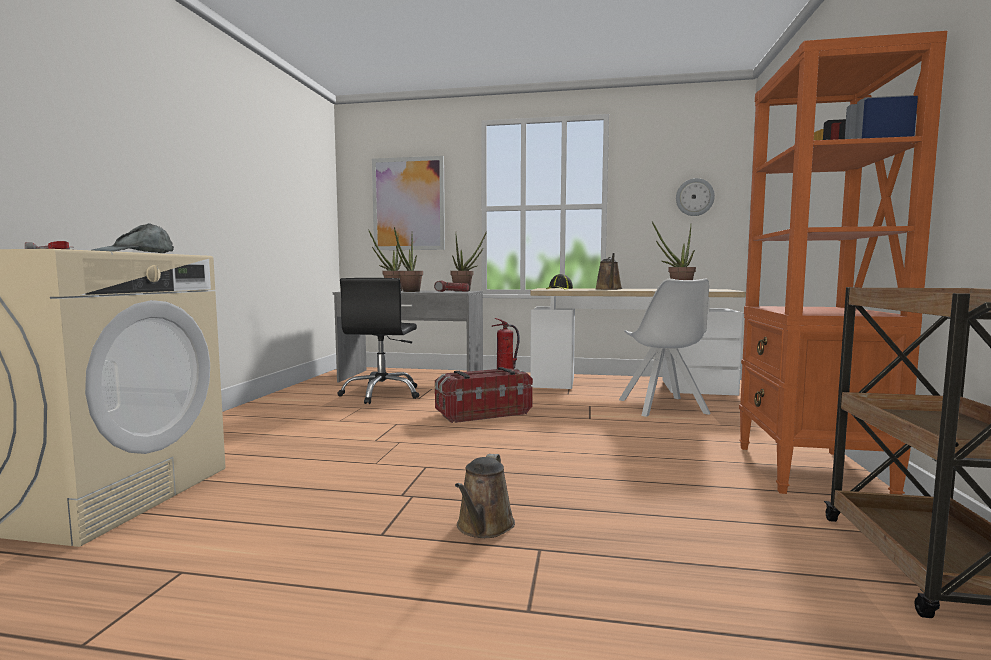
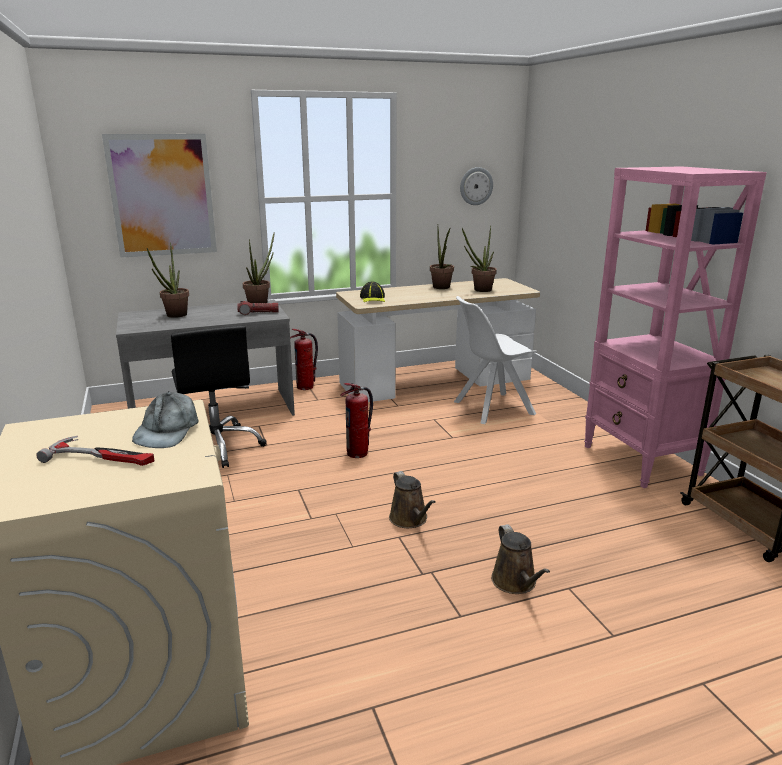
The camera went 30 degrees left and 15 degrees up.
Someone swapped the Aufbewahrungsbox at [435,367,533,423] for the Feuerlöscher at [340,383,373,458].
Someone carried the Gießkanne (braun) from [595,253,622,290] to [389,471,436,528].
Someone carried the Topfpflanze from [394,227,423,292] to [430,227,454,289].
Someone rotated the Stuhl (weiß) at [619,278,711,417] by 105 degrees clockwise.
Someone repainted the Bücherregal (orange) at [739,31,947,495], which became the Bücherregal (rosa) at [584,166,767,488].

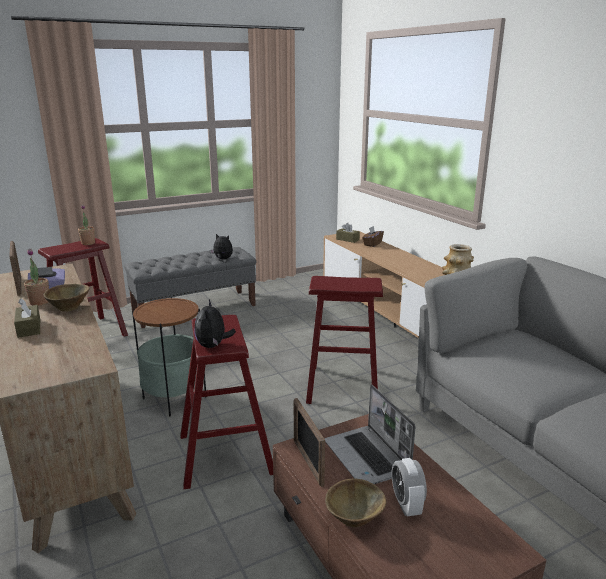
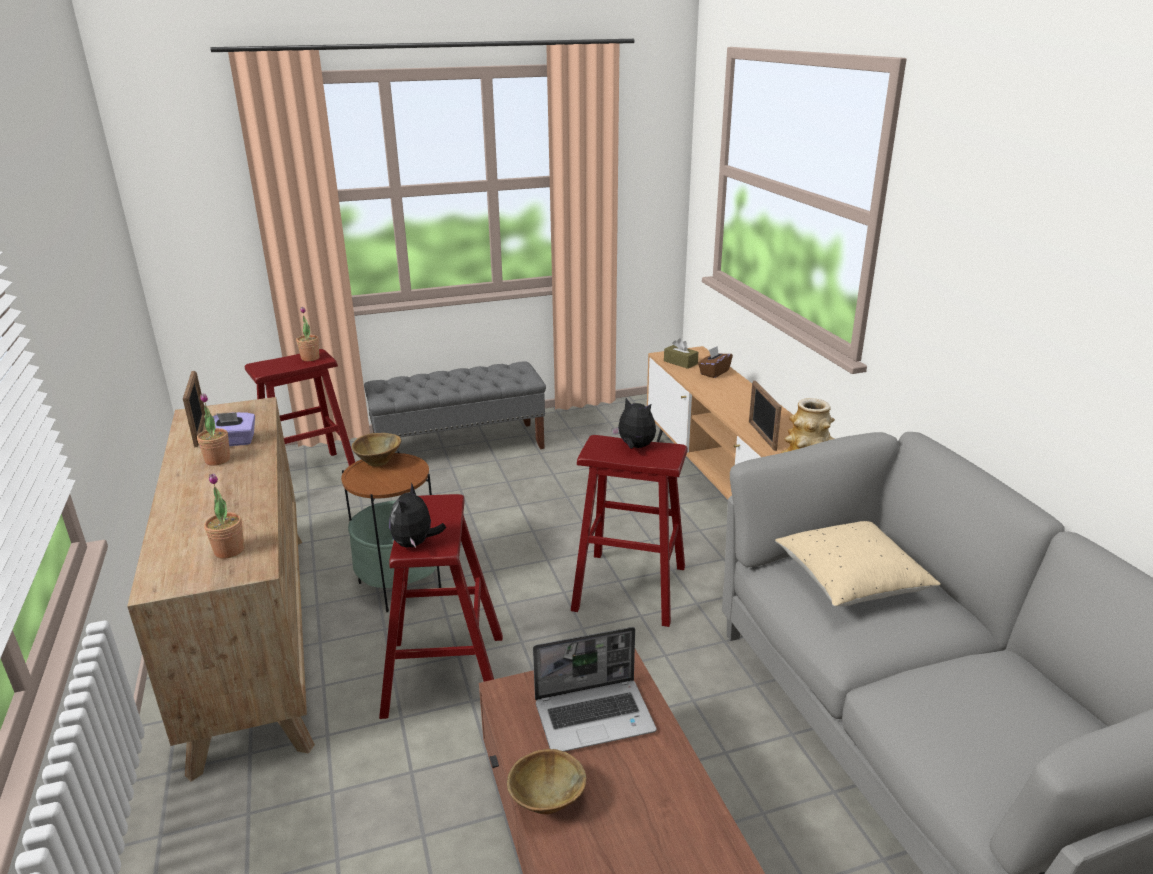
The camera went 10 degrees right and 5 degrees up.
Someone put down the Topfpflanze at [204,473,244,558].
Someone carried the Schüssel (braun) from [44,284,90,312] to [352,433,401,466].
Someone rotated the Laptop at [325,384,415,484] by 90 degrees counterclockwise.
Someone carried the Plüschtier from [210,234,233,259] to [612,398,656,449].
Someone carried the Bilderrahmen from [294,398,325,487] to [749,381,782,451].
Someone put down the Kissen (beige) at [775,521,941,607].
Someone took away the Taschentuchbox (braun) at [14,298,40,338].
Someone took away the Wecker at [392,458,427,516].

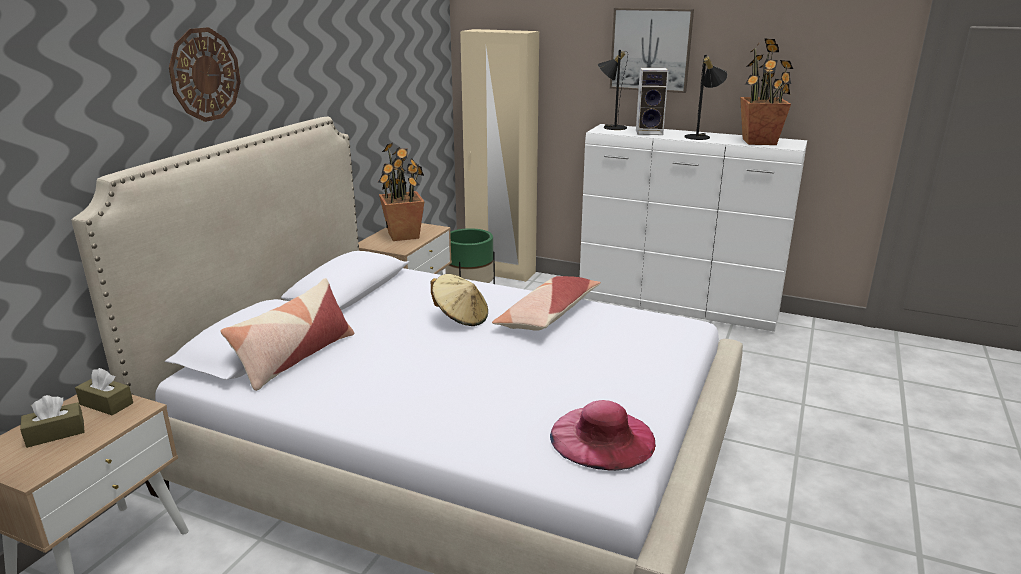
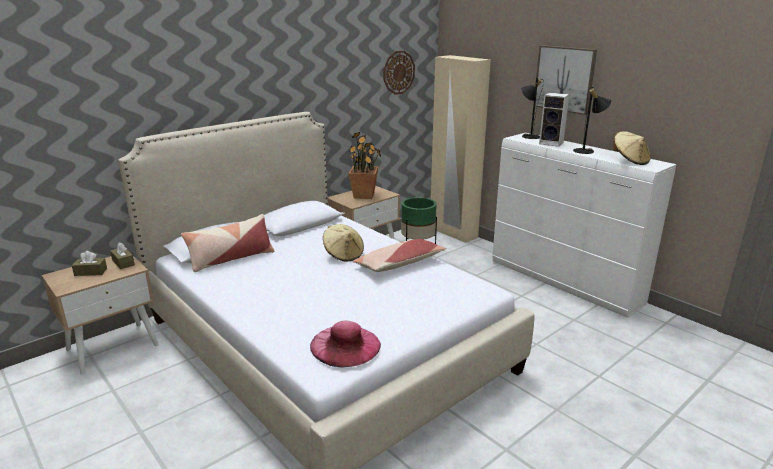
The camera went 25 degrees right and 0 degrees up.
Someone carried the Wanduhr from [169,27,241,122] to [384,51,415,95].
Someone swapped the Topfpflanze at [740,38,793,145] for the Hut (beige) at [613,131,651,165].

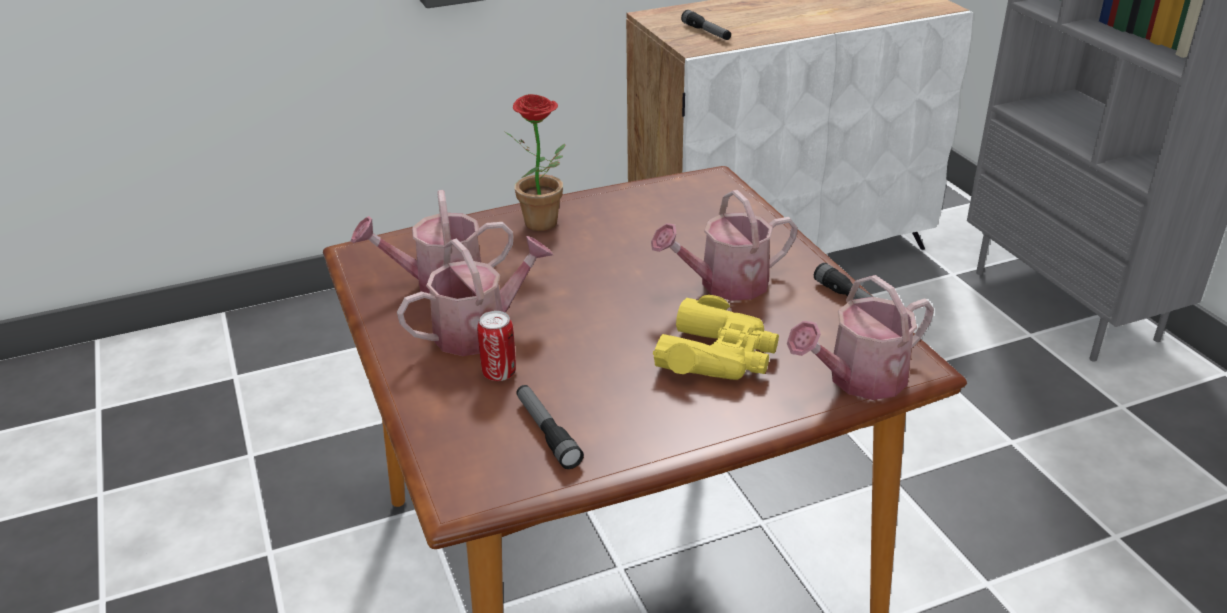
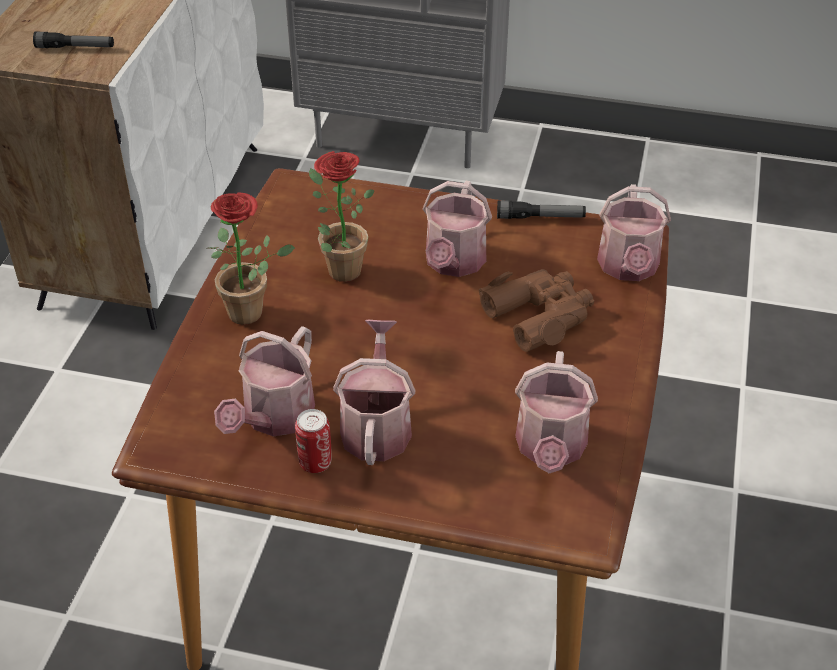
The camera went 55 degrees left and 10 degrees up.
Someone carried the Dose from [477,311,516,381] to [295,409,332,473].
Someone put down the Topfpflanze at [309,151,375,282].
Someone repainted the Fernglas (gelb) at [653,295,779,380], which became the Fernglas (braun) at [479,269,594,352].
Someone swapped the Taschenlampe at [516,385,584,469] for the Gießkanne at [515,351,598,473].

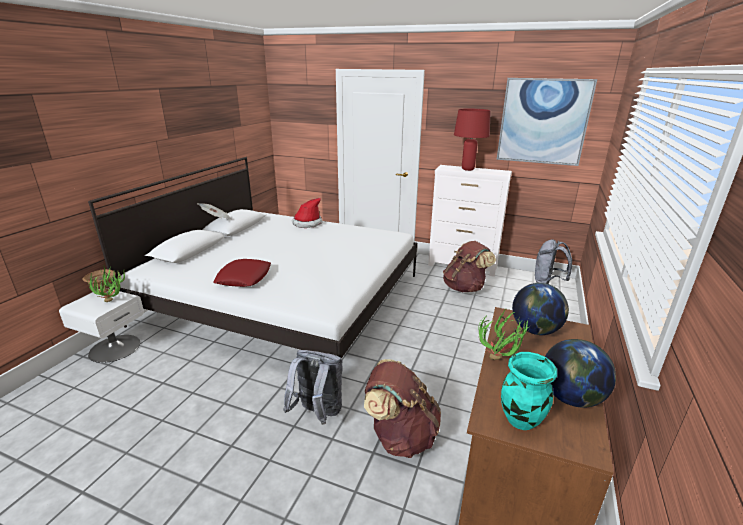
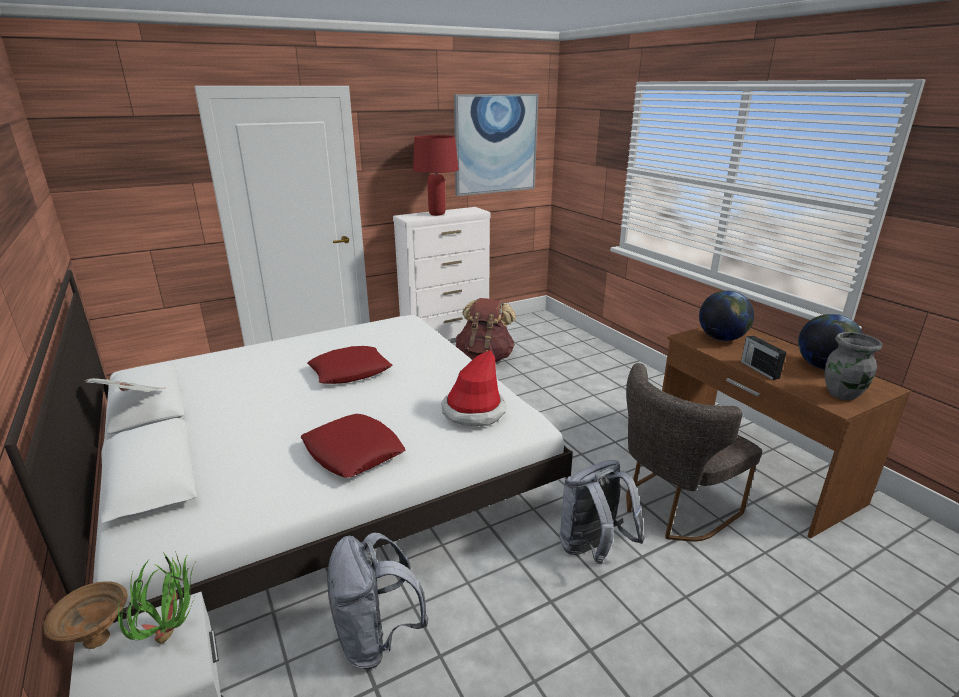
The camera went 50 degrees left and 0 degrees up.
Someone put down the Kissen (rot) at [307,346,392,384].
Someone carried the Rucksack (grau) from [535,240,572,284] to [327,532,428,669].
Someone carried the Hut from [291,198,323,228] to [442,350,507,426].
Someone swapped the Rucksack (braun) at [364,359,441,458] for the Stuhl (grau) at [626,363,762,542].
Someone swapped the Topfpflanze at [478,307,529,360] for the Radio at [741,336,786,380].
Someone repainted the Vase (türkis) at [501,352,557,430], which became the Vase (grau) at [824,332,882,400].

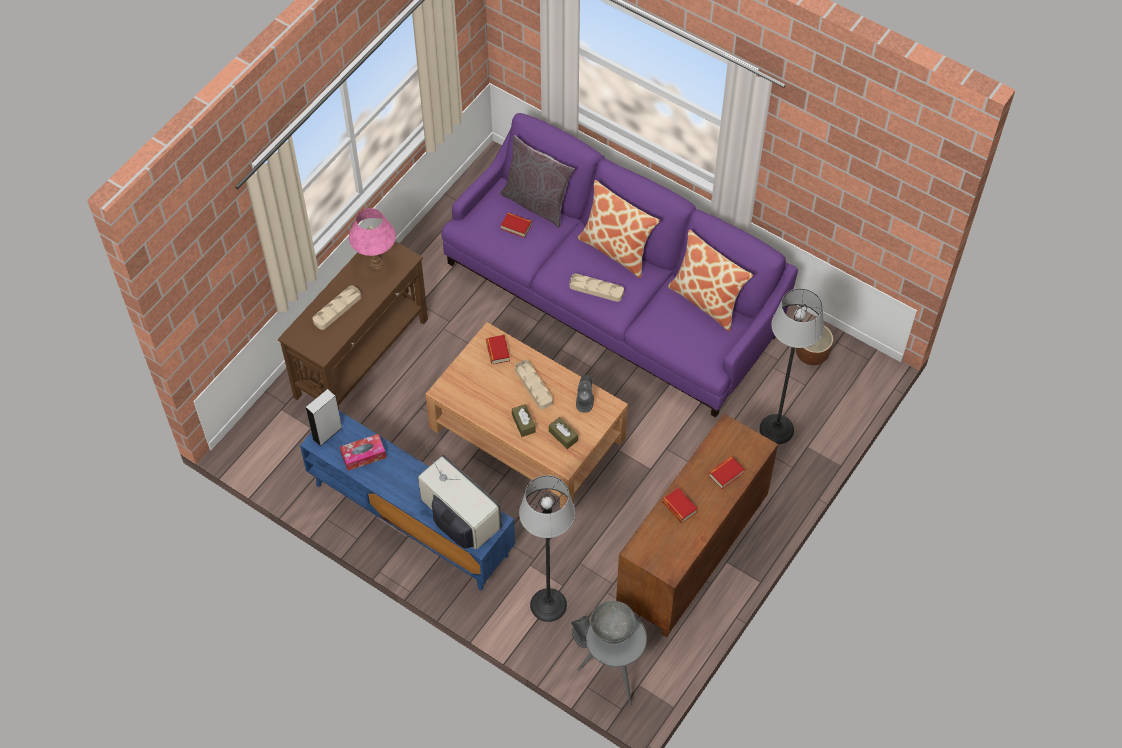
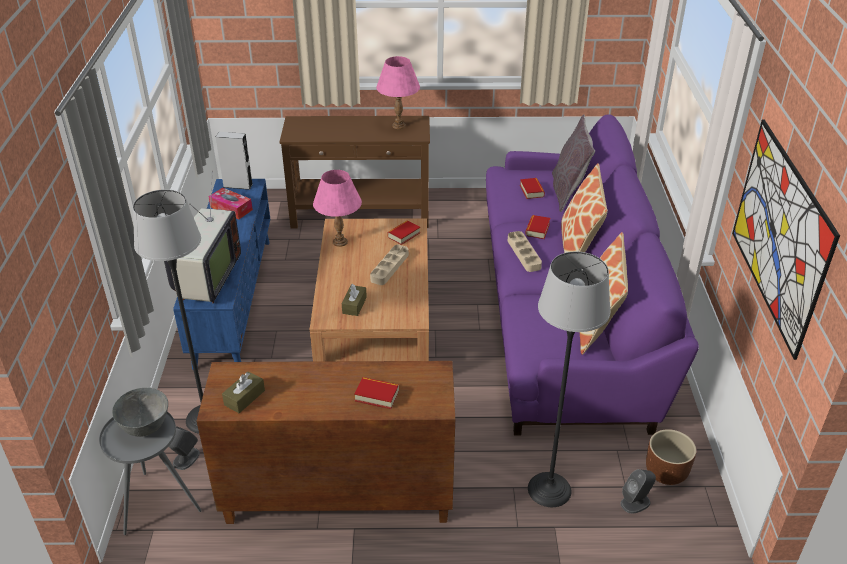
The camera went 55 degrees right and 20 degrees down.
Someone carried the Taschentuchbox (braun) from [512,404,536,437] to [222,371,265,413].
Someone put down the Tischlampe (rosa) at [313,170,362,247].
Someone carried the Buch from [662,488,697,523] to [525,215,550,239].
Someone carried the Lautsprecher (grau) from [576,375,594,413] to [620,469,656,514].
Someone put up the Bild at [732,119,840,360].
Someone took away the Tablett (beige) at [313,285,361,330].

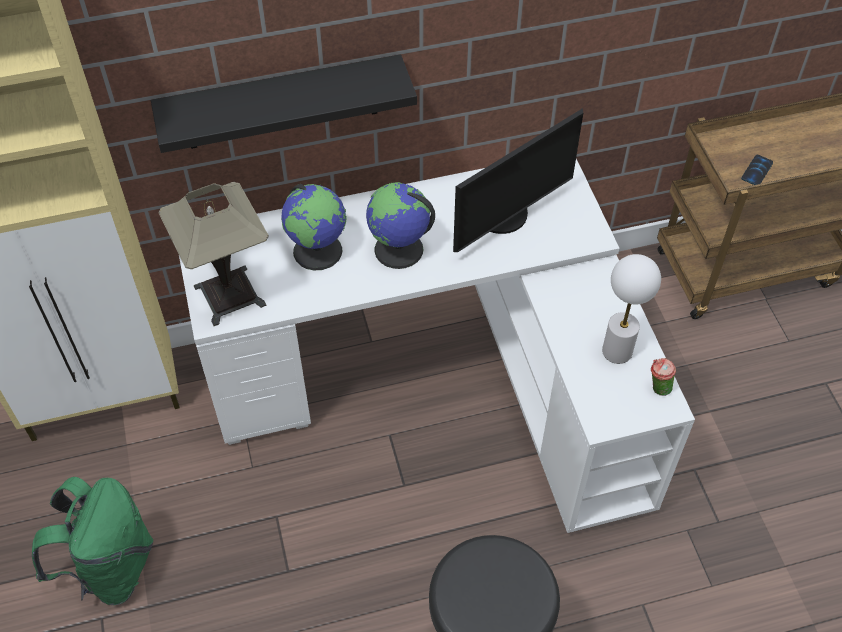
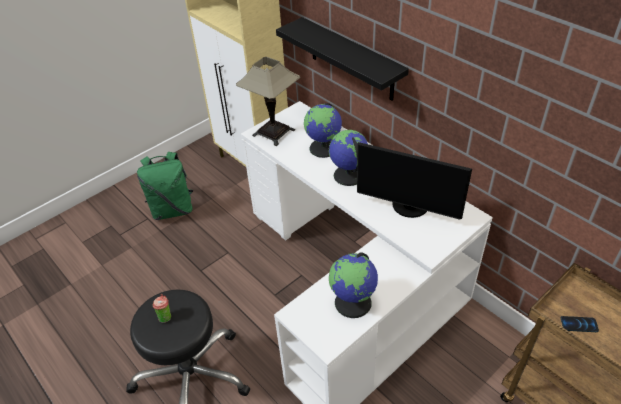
The camera went 65 degrees right and 10 degrees down.
Someone carried the Tasse from [651,358,676,396] to [153,294,171,323].
Someone swapped the Tischlampe (weiß) at [602,254,661,364] for the Globus at [329,253,378,318].

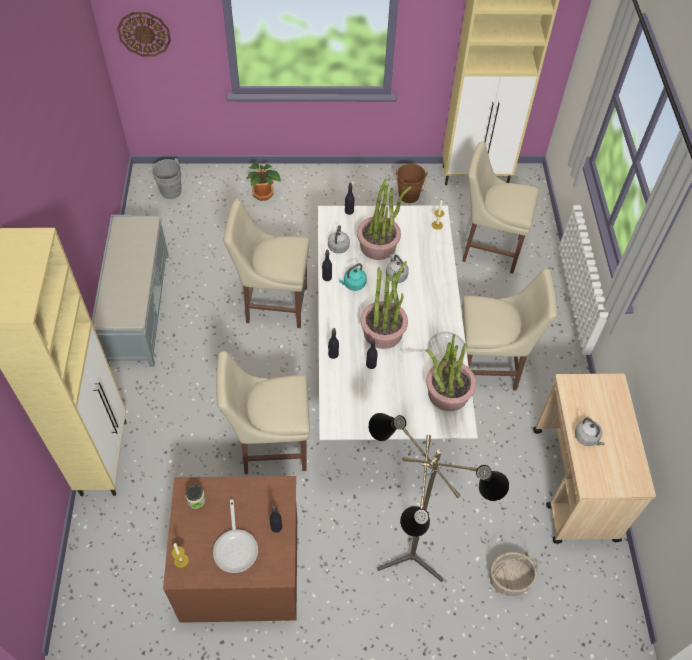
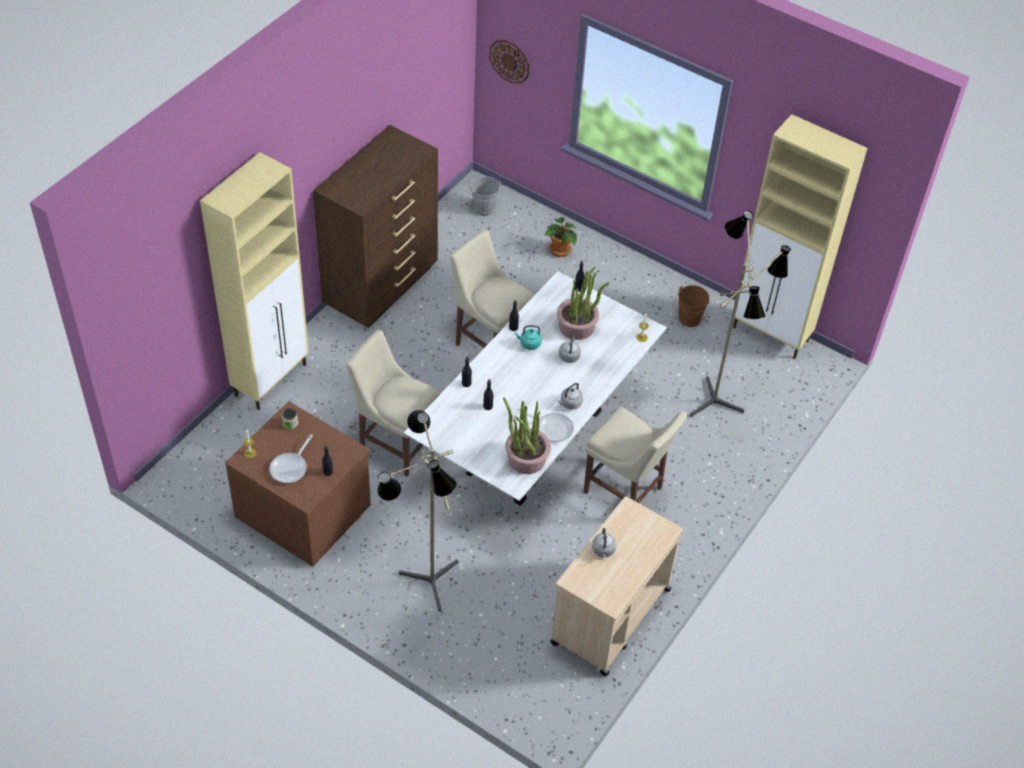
The camera went 35 degrees right and 5 degrees down.
Someone swapped the Bank (grau) at [92,215,169,367] for the Kommode (braun) at [313,125,438,328].
Someone carried the Wasserkessel (grau) from [328,225,350,253] to [557,383,583,410].
Someone swapped the Stuhl (beige) at [462,141,539,274] for the Stehlampe at [690,211,791,417].
Someone took away the Topfpflanze at [360,261,408,349].
Someone took away the Korb at [490,552,538,596].

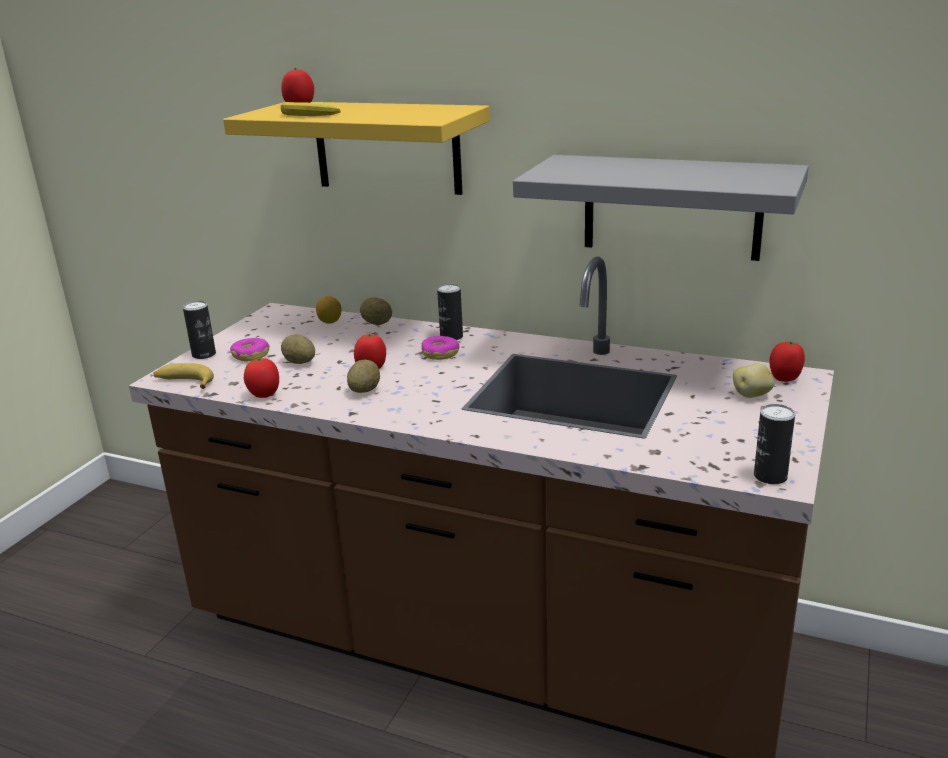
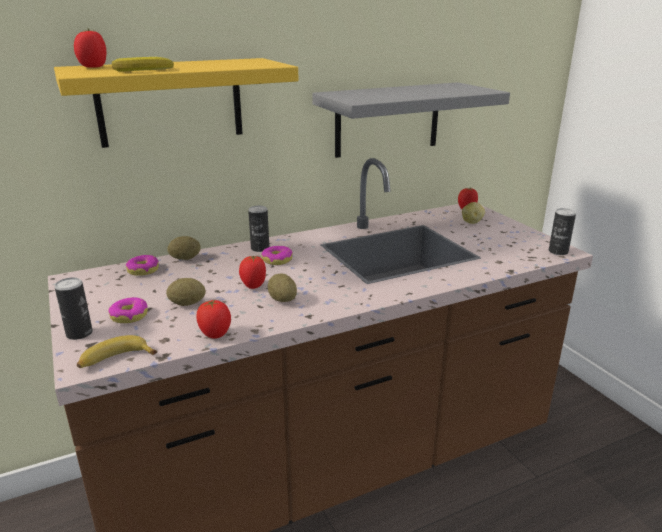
The camera went 50 degrees left and 0 degrees up.
Someone swapped the Zitrone at [316,296,342,324] for the Donut at [126,255,159,276].

